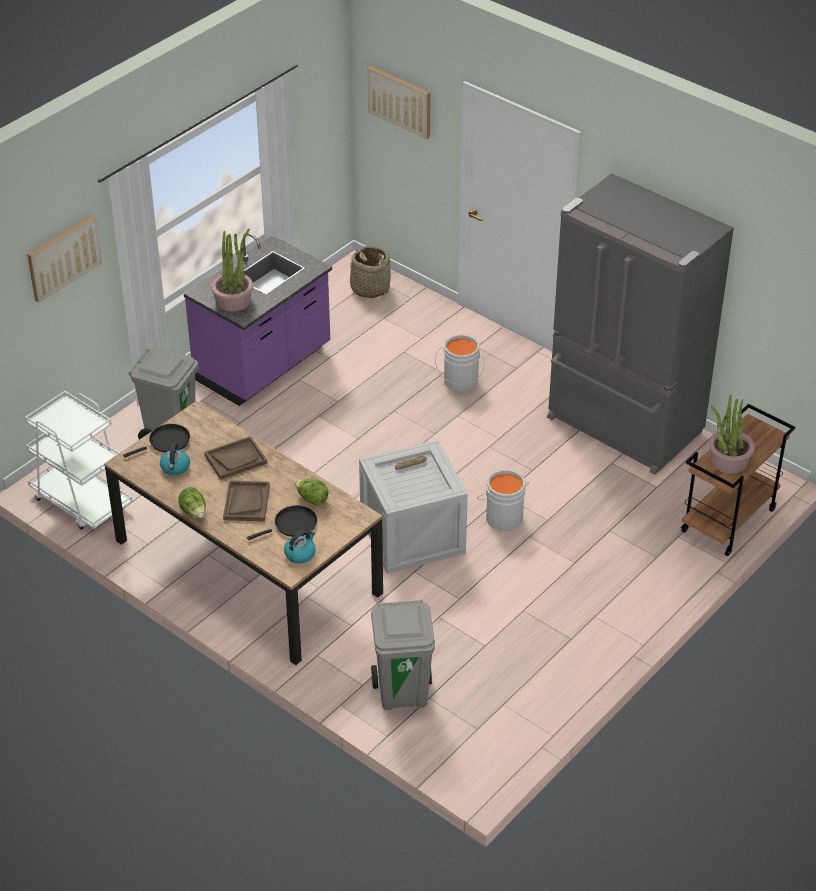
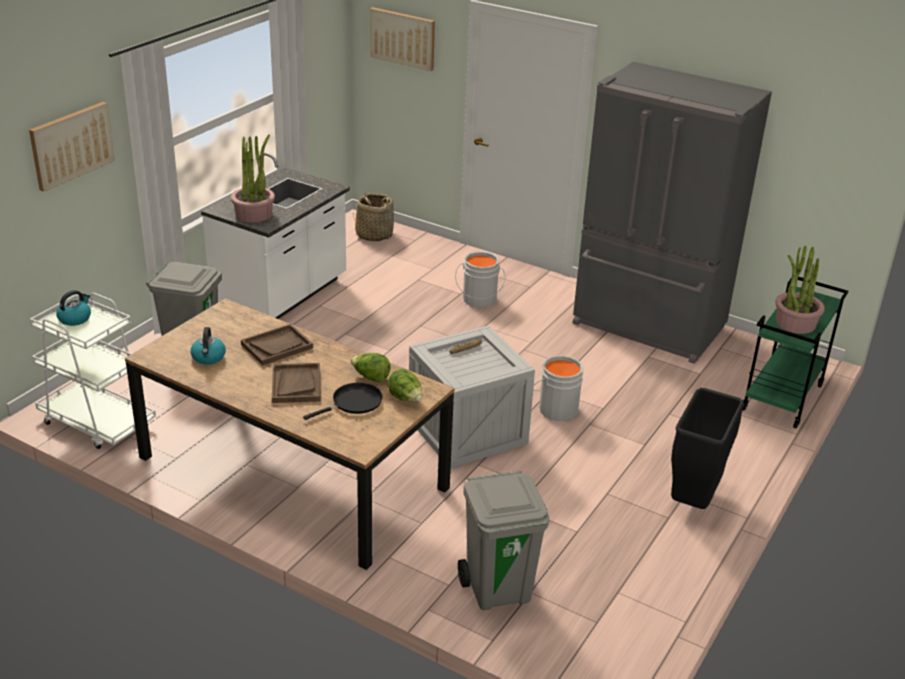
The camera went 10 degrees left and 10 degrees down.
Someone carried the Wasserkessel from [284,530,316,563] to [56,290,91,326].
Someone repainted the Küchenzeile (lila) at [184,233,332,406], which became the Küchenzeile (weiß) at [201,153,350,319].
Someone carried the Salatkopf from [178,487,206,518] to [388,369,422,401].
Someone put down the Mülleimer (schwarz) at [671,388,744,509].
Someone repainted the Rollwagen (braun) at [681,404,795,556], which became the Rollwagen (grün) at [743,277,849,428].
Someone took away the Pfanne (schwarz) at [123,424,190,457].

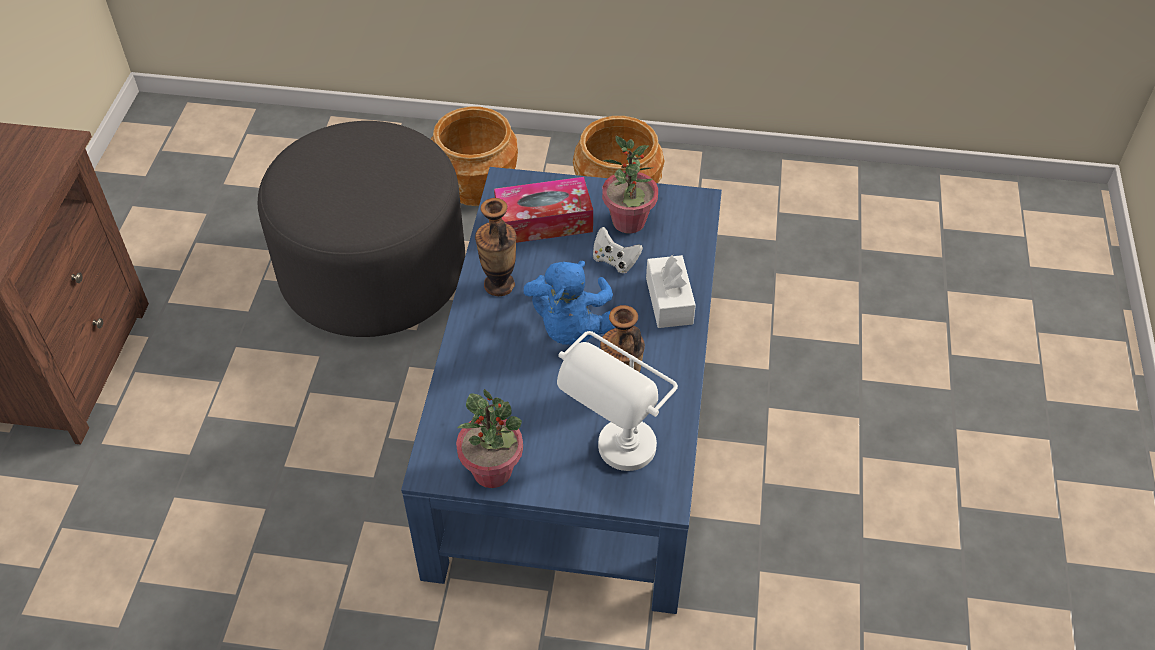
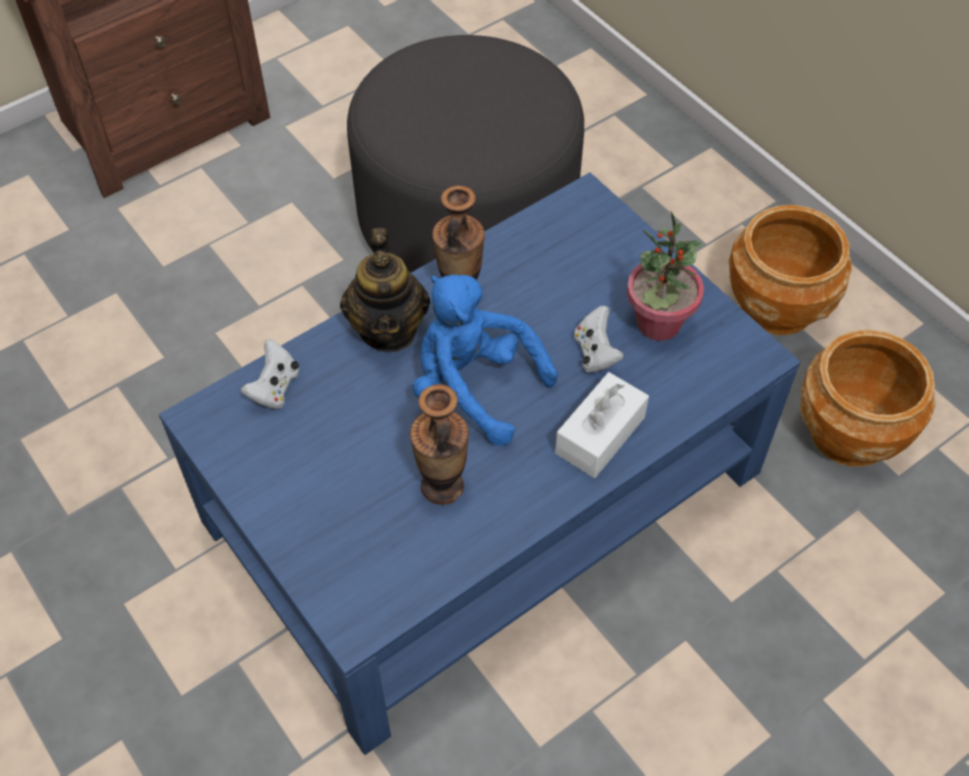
The camera went 45 degrees right and 5 degrees up.
Someone put down the Gamepad (weiß) at [240,339,299,409].
Someone put down the Teekanne at [340,228,430,352].
Someone rotated the Plüschtier (blau) at [524,261,615,345] by 75 degrees clockwise.
Someone carried the Pflanzkübel (braun) from [431,107,518,206] to [799,330,935,467].
Someone took away the Topfpflanze at [456,389,523,488].
Someone took away the Taschentuchbox at [494,177,593,243].
Someone took away the Tischlampe (weiß) at [557,331,678,471].

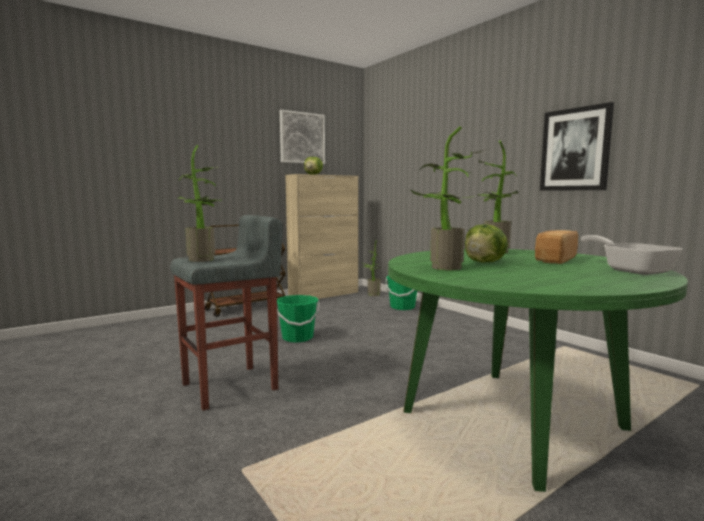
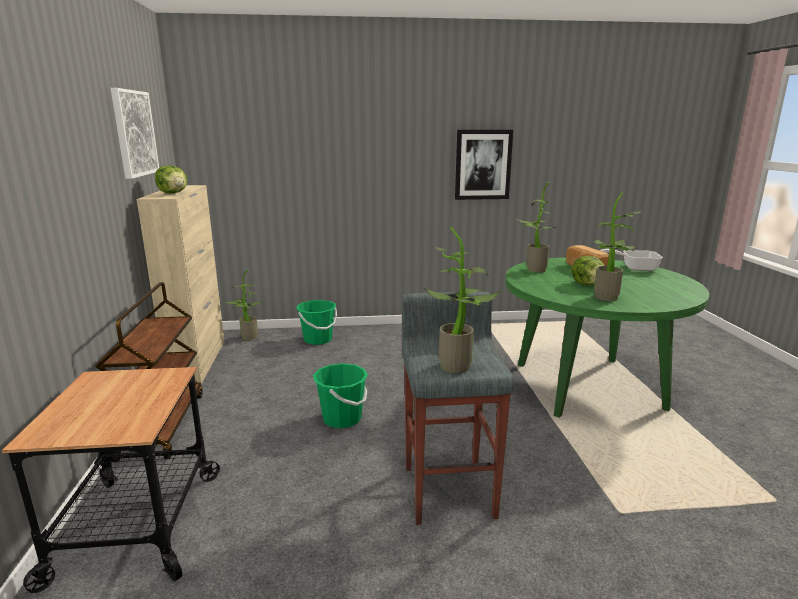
The camera went 60 degrees left and 10 degrees up.
Someone put down the Rollwagen at [2,367,220,593].

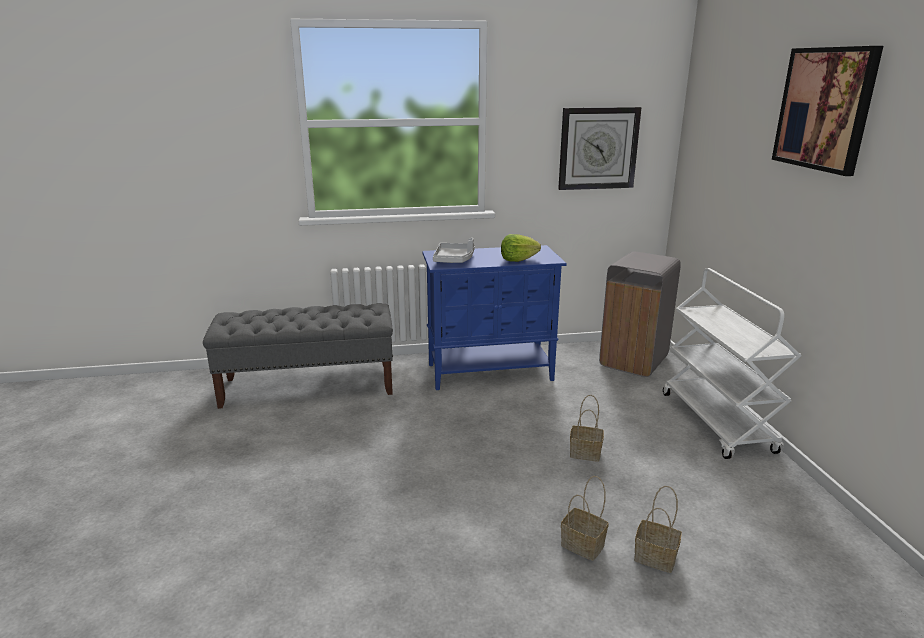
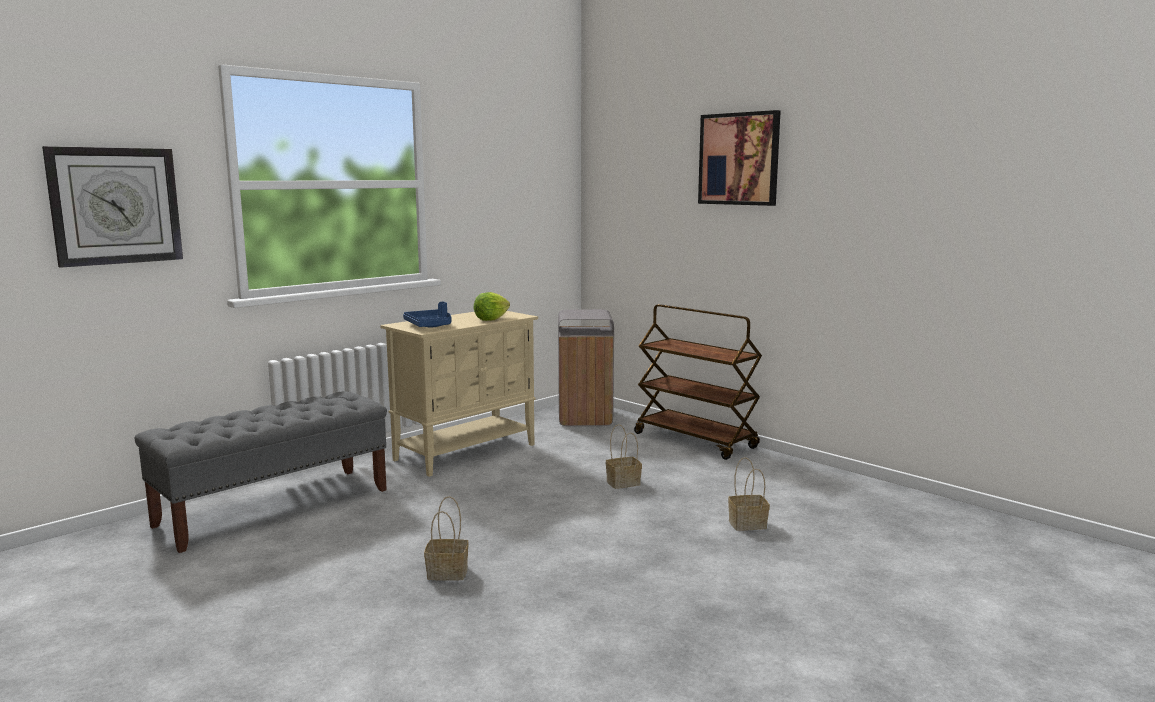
The camera went 35 degrees left and 10 degrees down.
Someone carried the Wanduhr from [558,107,641,190] to [42,146,183,268].
Someone repainted the Schrank (blau) at [422,245,567,390], which became the Schrank (beige) at [380,311,538,477].
Someone repainted the Tablett (grau) at [433,238,475,263], which became the Tablett (blau) at [403,302,451,327].
Someone carried the Korb from [561,476,609,561] to [424,496,469,581].
Someone repainted the Rollwagen (weiß) at [663,268,801,459], which became the Rollwagen (braun) at [634,304,762,460].

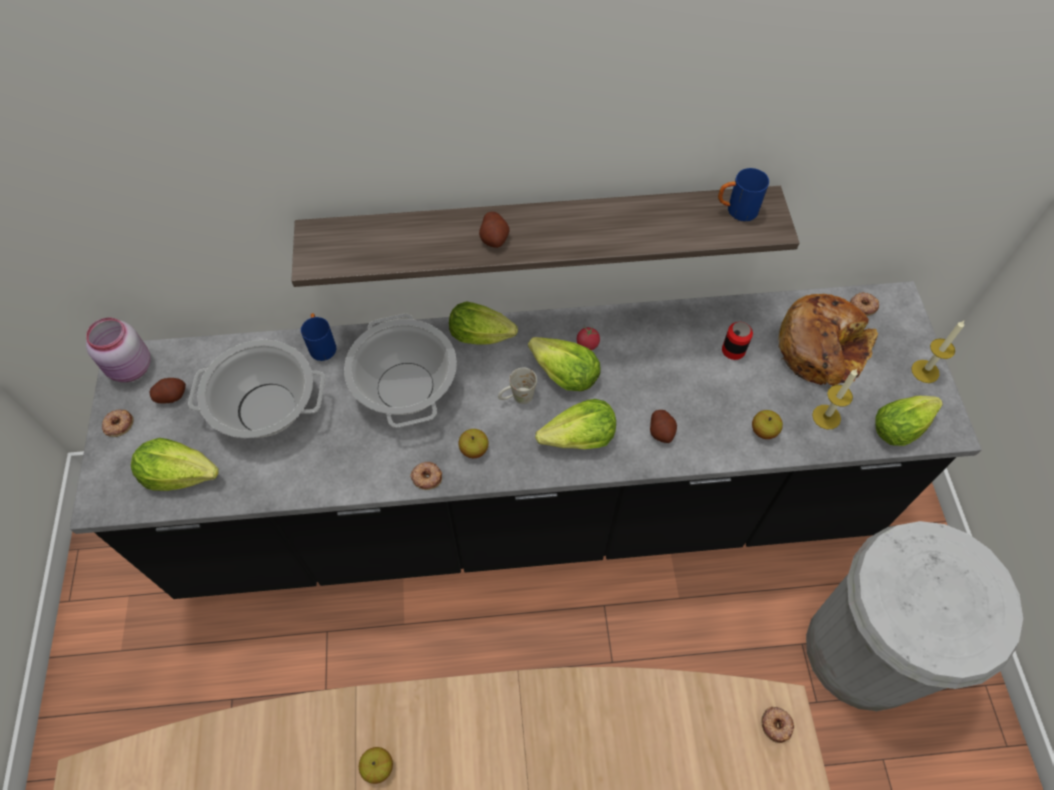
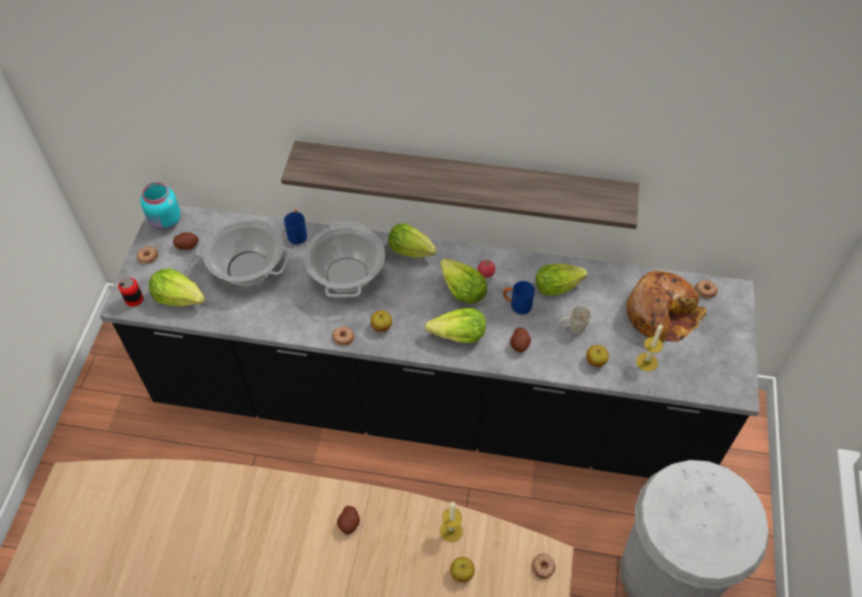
The camera went 15 degrees right and 5 degrees down.
Someone carried the Dose from [722,322,753,360] to [118,277,144,307].
Someone repainted the Vorratsglas (rosa) at [86,318,151,382], which became the Vorratsglas (türkis) at [140,182,181,230].
Someone carried the Kartoffel from [479,212,510,248] to [337,506,360,535].
Someone carried the Kerze from [911,320,965,383] to [440,502,463,542].
Someone carried the Apfel from [359,747,393,784] to [450,557,475,582].
Someone carried the Henkelbecher (blau) from [718,168,769,221] to [503,281,535,314].
Someone carried the Salatkopf from [875,396,943,446] to [536,264,587,296].
Someone carried the Henkelbecher (weiß) from [498,368,537,404] to [559,306,591,334].

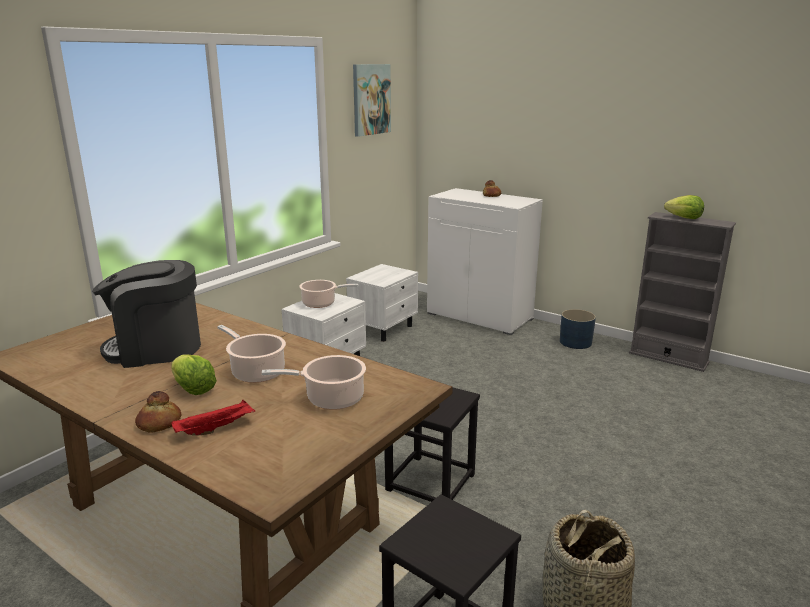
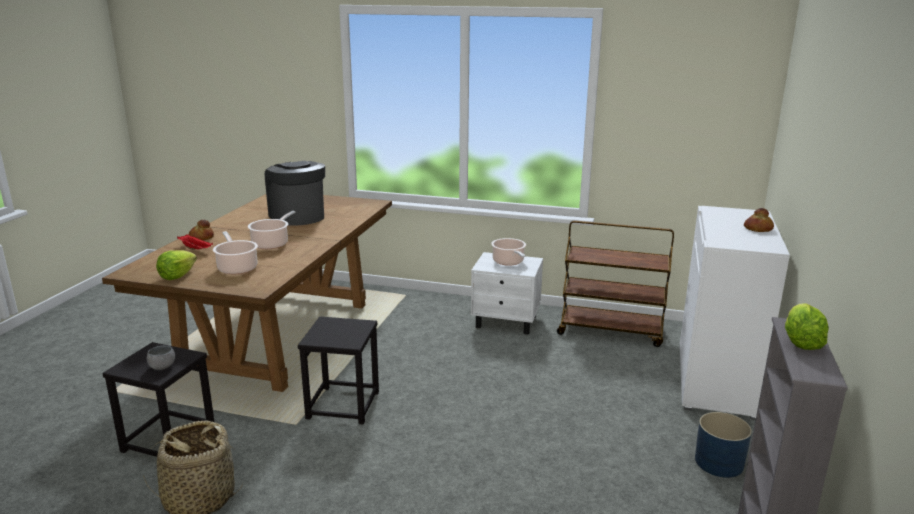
The camera went 70 degrees right and 0 degrees up.
Someone put down the Schüssel (grau) at [147,345,175,370].
Someone carried the Salatkopf from [171,354,217,395] to [156,250,197,280].
Someone swapped the Nachttisch (weiß) at [346,264,418,342] for the Rollwagen (braun) at [557,221,674,347].
Someone took away the Bild at [353,64,391,137].

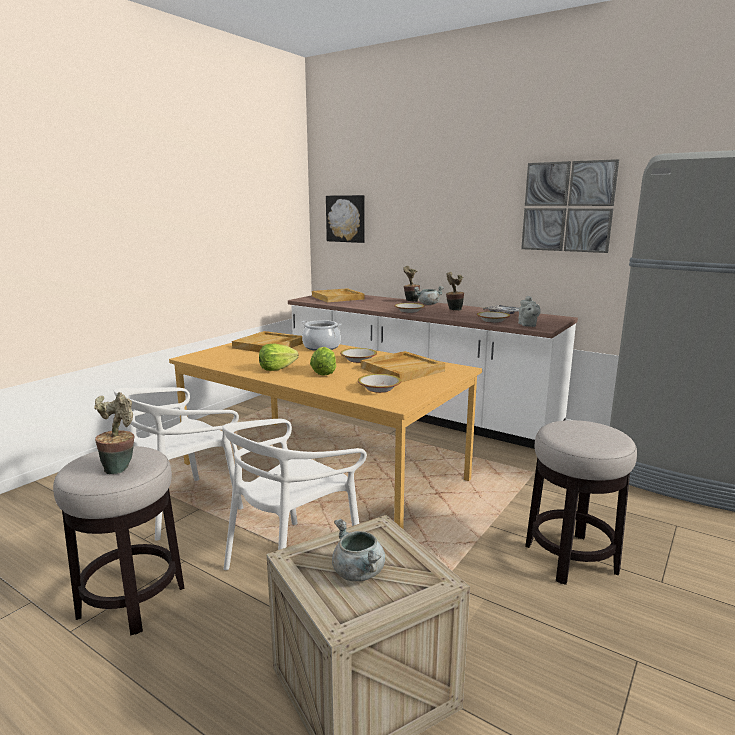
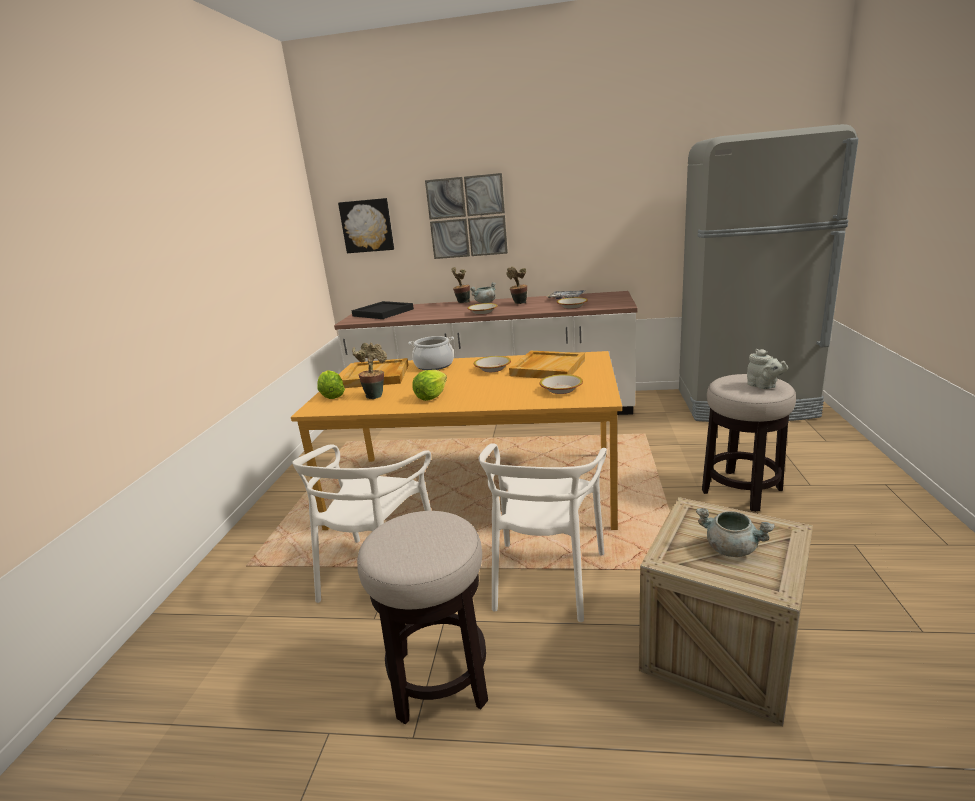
The camera went 25 degrees left and 5 degrees up.
Someone carried the Salatkopf from [310,347,337,376] to [317,370,345,399].
Someone repainted the Tablett (beige) at [312,288,365,302], which became the Tablett (schwarz) at [352,301,414,319].
Someone carried the Topfpflanze from [94,392,134,474] to [352,342,387,399].
Someone carried the Bild from [521,159,619,253] to [425,173,508,259].
Someone carried the Teekanne (grau) from [518,296,541,327] to [747,349,788,389].

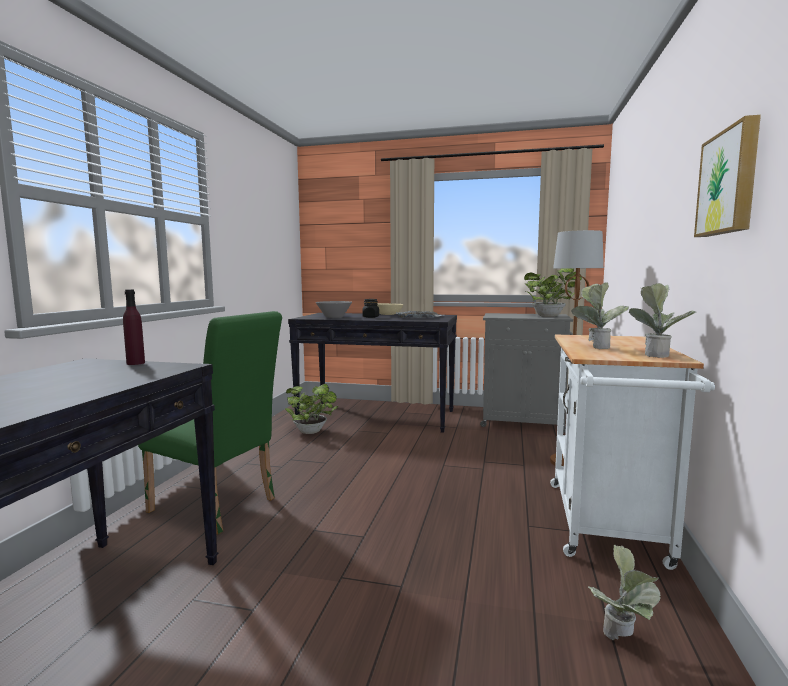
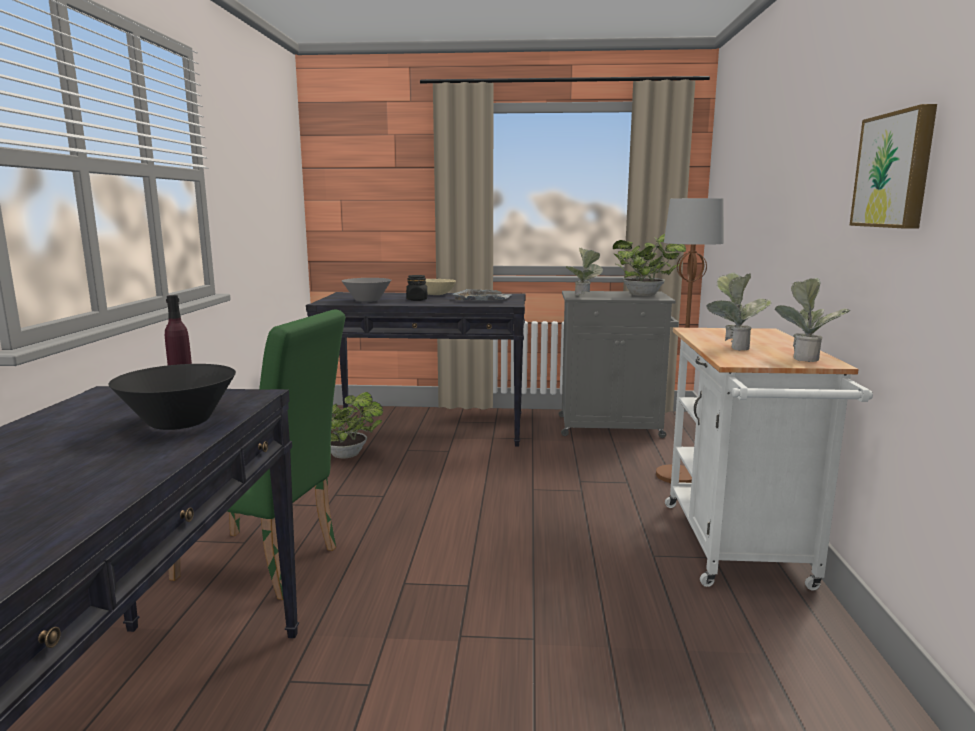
The camera went 10 degrees left and 5 degrees up.
Someone put down the Schüssel (schwarz) at [108,364,236,430].
Someone carried the Topfpflanze from [588,545,661,640] to [566,248,603,296].

